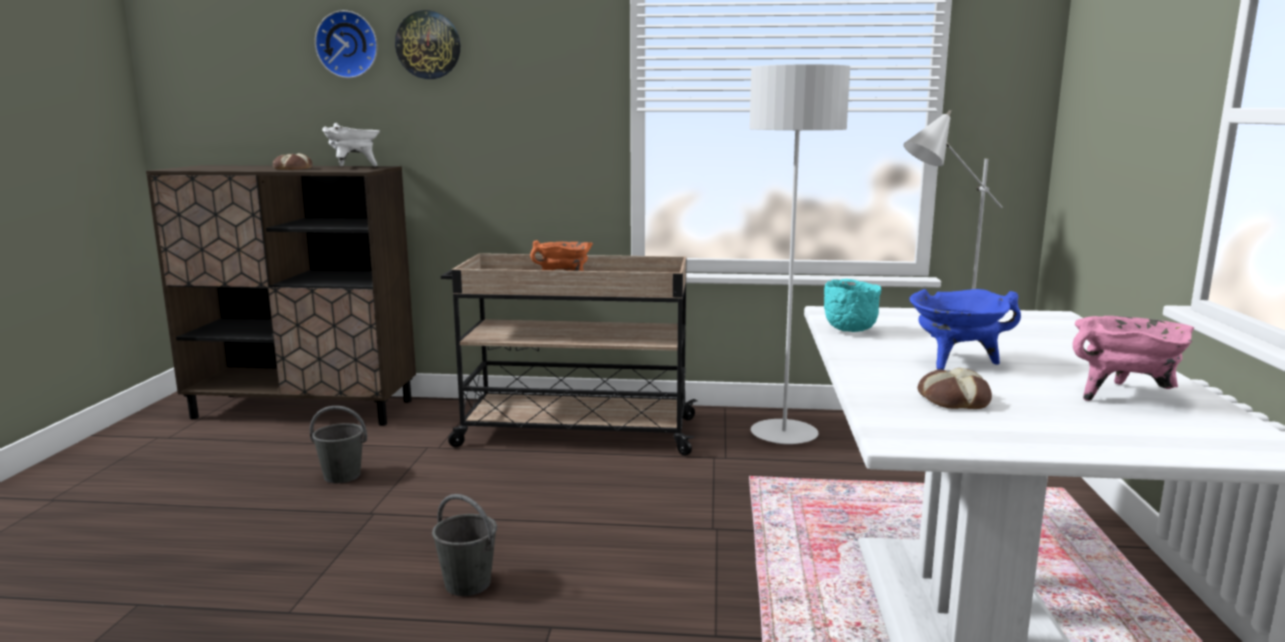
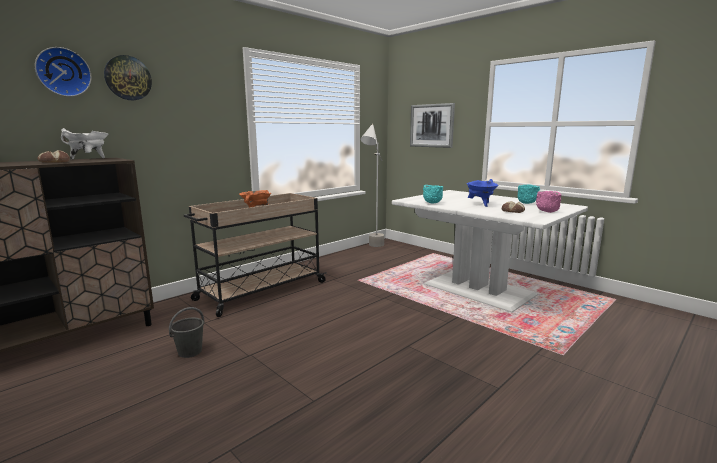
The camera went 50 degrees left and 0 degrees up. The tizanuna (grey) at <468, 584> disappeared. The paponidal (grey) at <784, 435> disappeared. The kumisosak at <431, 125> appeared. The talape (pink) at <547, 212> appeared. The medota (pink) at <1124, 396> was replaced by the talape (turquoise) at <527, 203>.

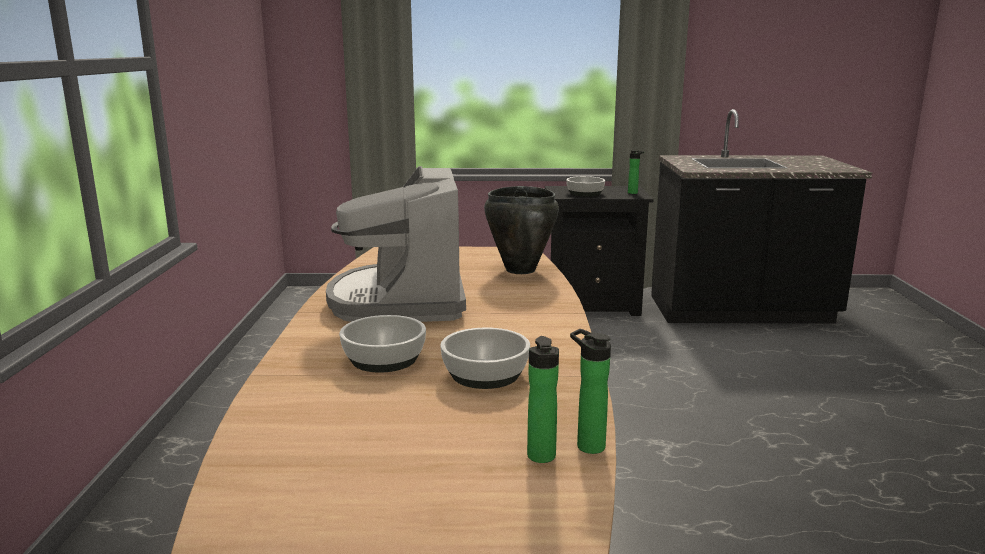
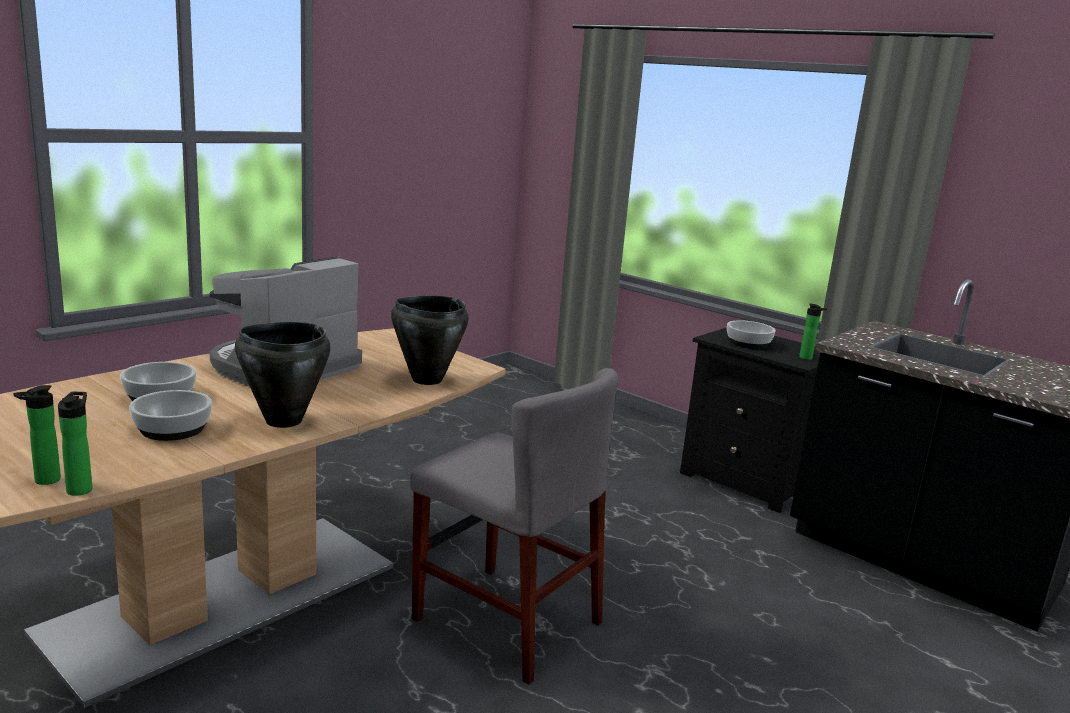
The camera went 40 degrees right and 0 degrees up. The medota (black) at <283, 421> appeared. The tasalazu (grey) at <506, 621> appeared.

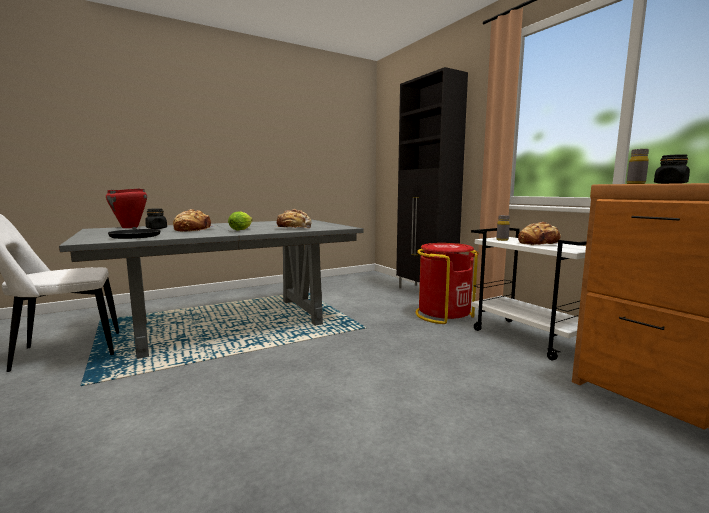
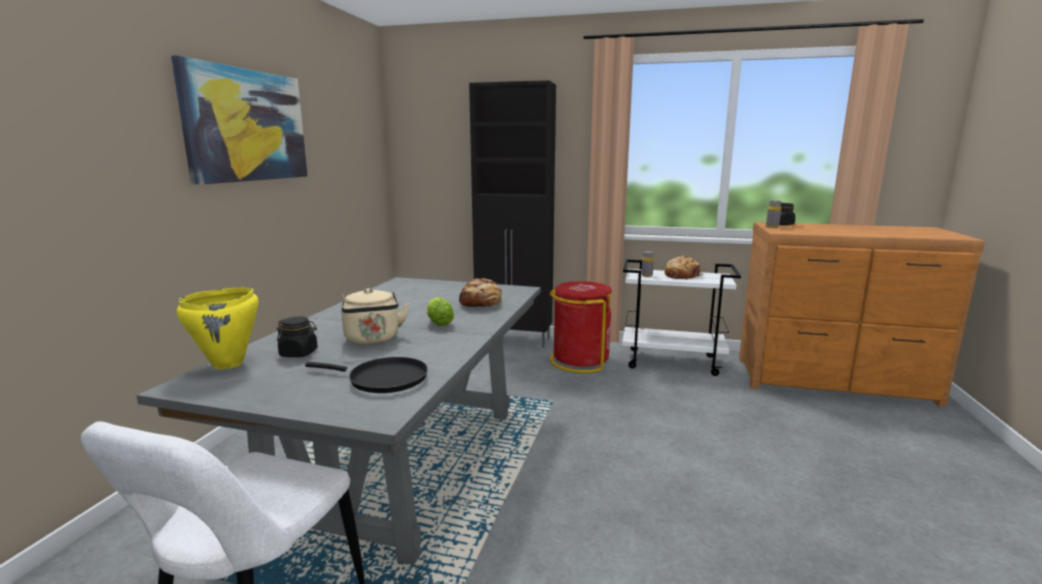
The camera went 45 degrees left and 5 degrees up. The kumisosak at <247, 125> appeared. The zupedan at <192, 229> was replaced by the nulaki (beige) at <373, 340>. The medota (red) at <130, 227> became the medota (yellow) at <228, 364>.

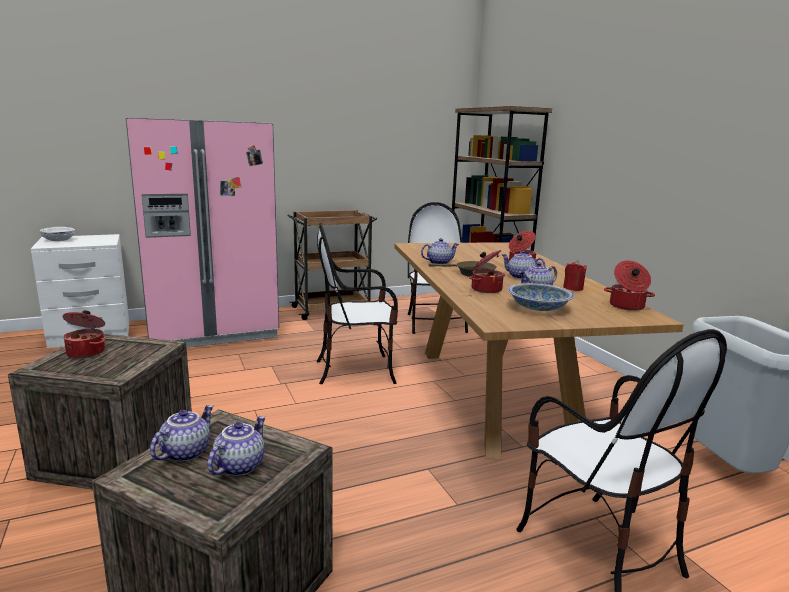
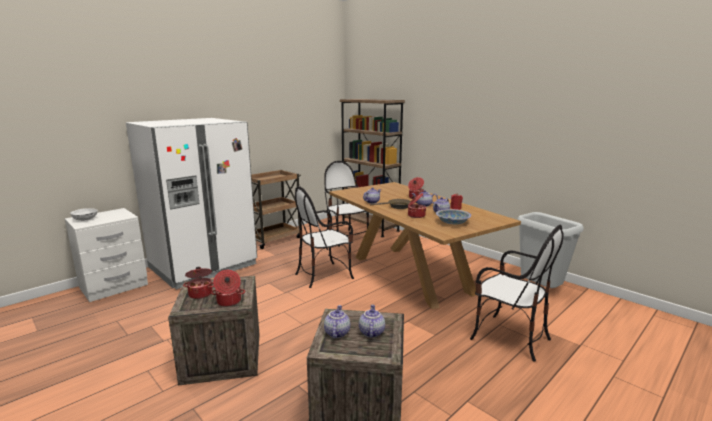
The camera went 20 degrees left and 0 degrees up. The medota moved from <626, 306> to <229, 302>. The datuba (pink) at <211, 329> became the datuba (white) at <203, 266>.

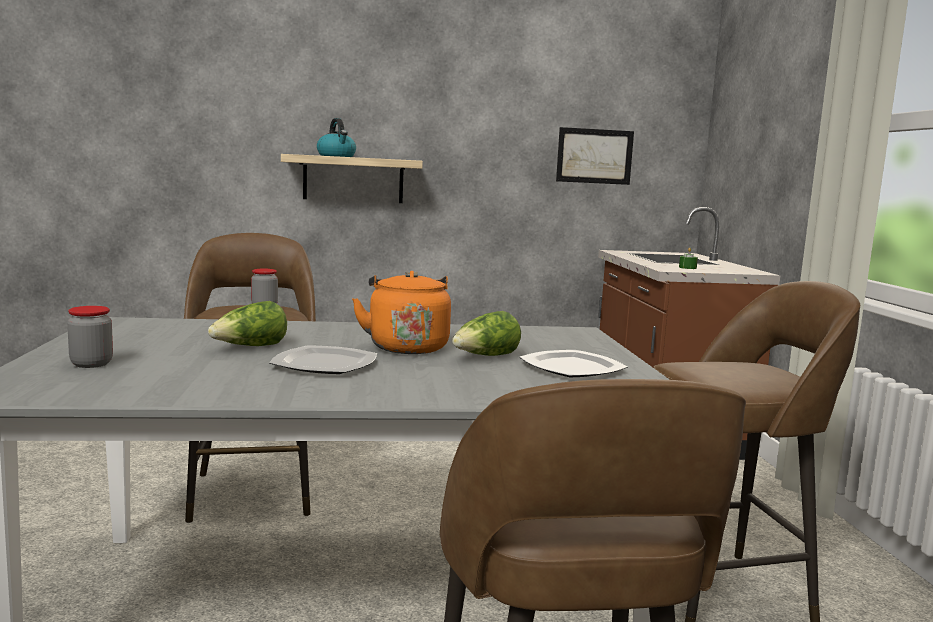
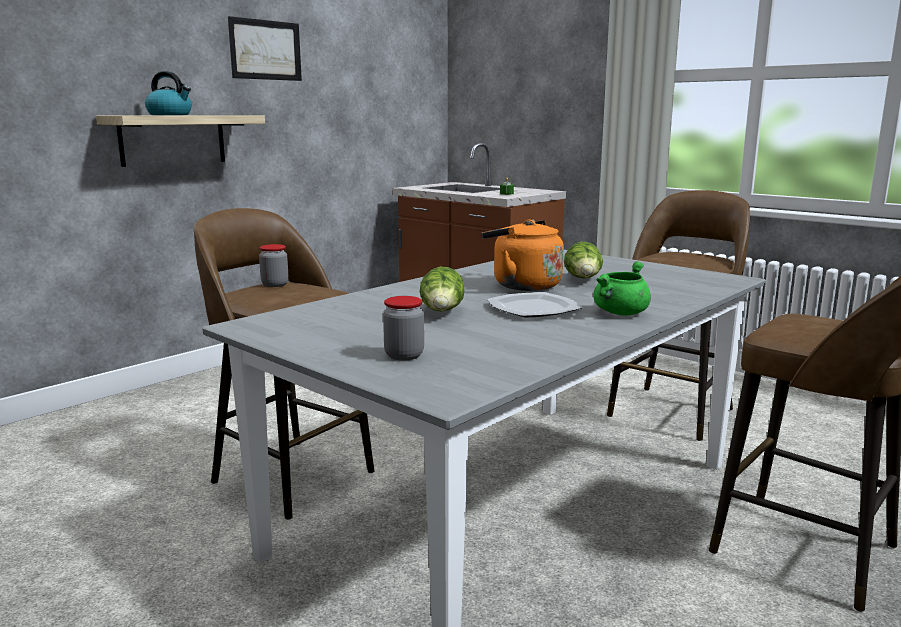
The camera went 40 degrees left and 5 degrees up. The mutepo at <571, 367> disappeared. The medota (green) at <620, 313> appeared. The kumisosak moved from <594, 156> to <265, 50>.

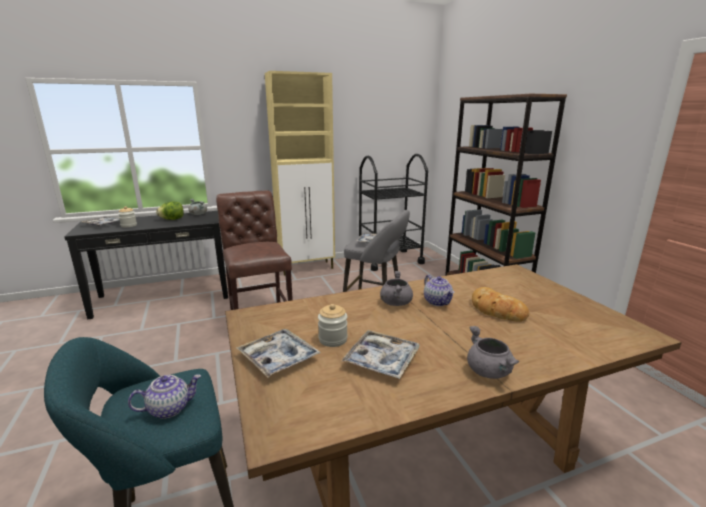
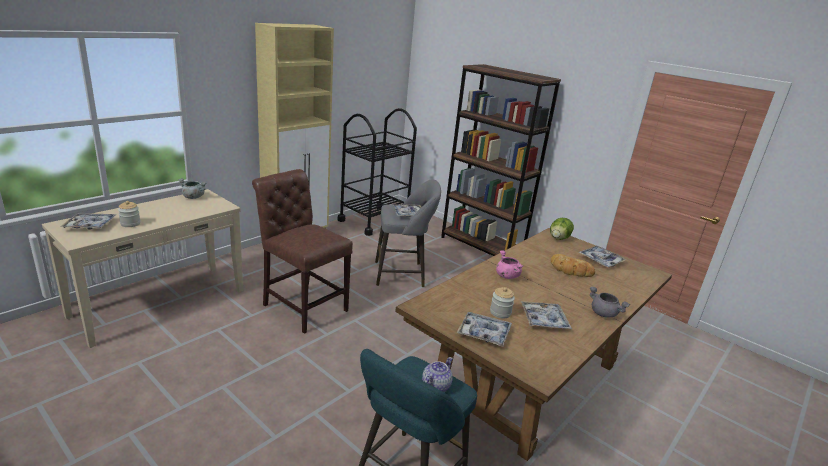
The camera went 30 degrees left and 5 degrees up. The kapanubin at <438, 302> disappeared. The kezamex at <601, 260> appeared. The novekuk moved from <172, 219> to <559, 238>. The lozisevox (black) at <163, 297> became the lozisevox (beige) at <159, 302>. The medota (grey) at <395, 302> became the medota (pink) at <506, 276>.

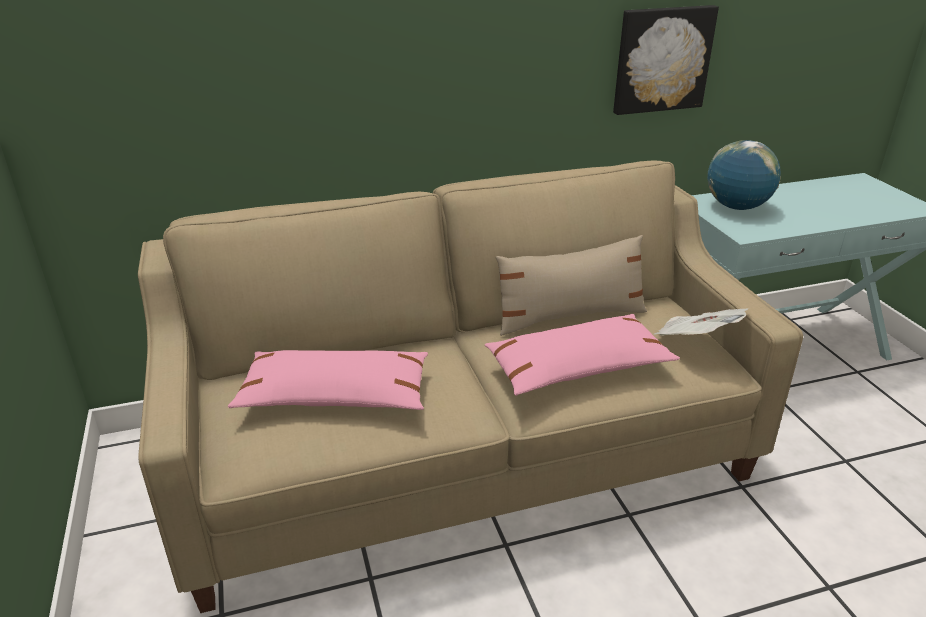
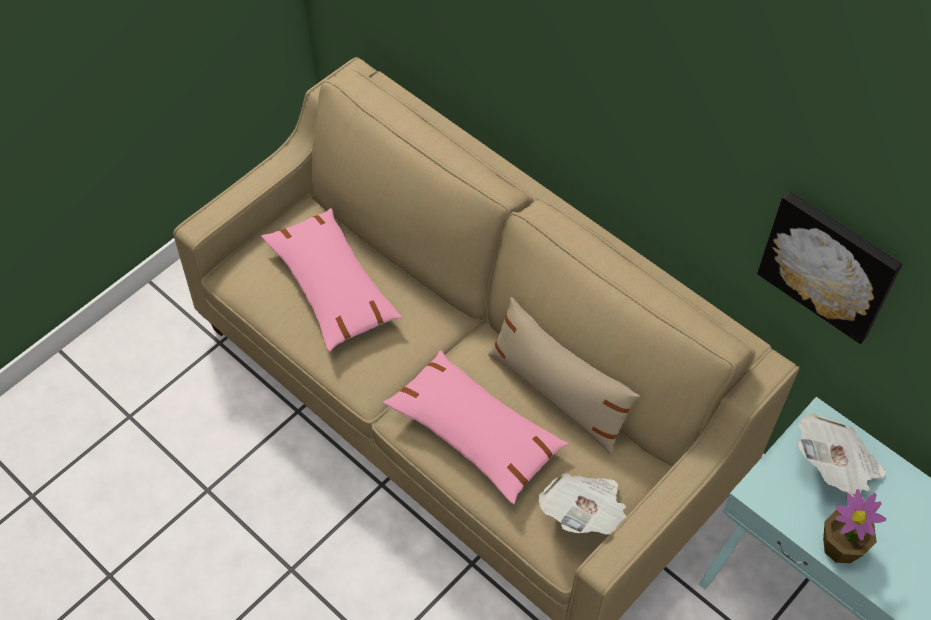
The camera went 60 degrees right and 25 degrees up. The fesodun at <841, 546> appeared. The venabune at <736, 207> was replaced by the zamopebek at <835, 466>.

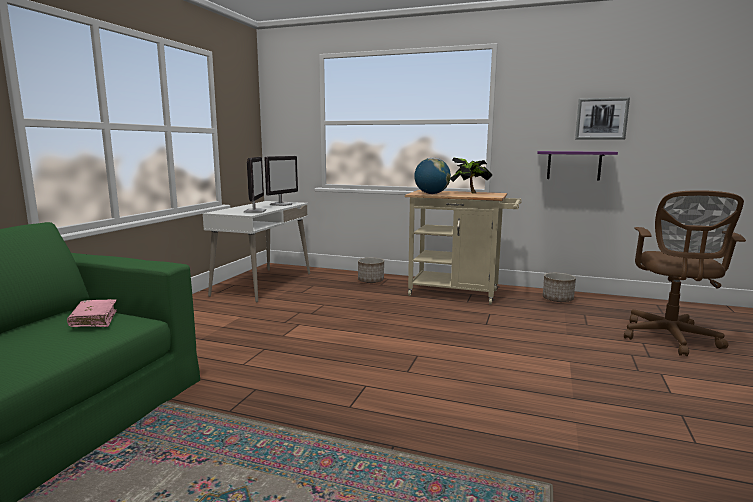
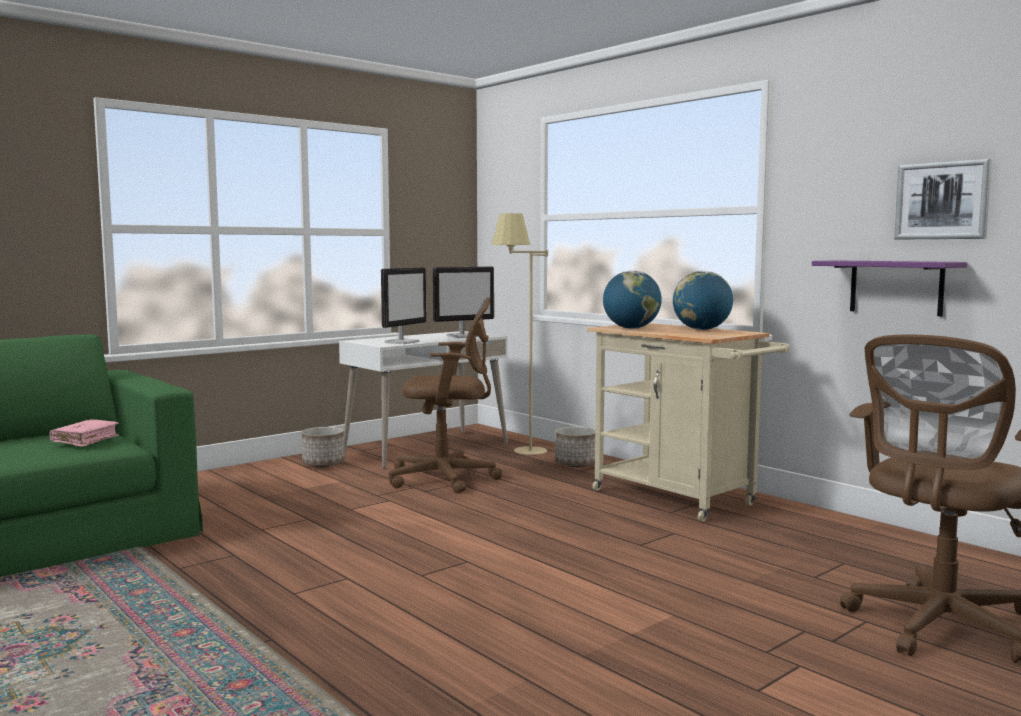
The camera went 30 degrees right and 5 degrees down. The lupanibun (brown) at <447, 478> appeared. The paponidal (beige) at <521, 453> appeared. The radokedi moved from <558, 299> to <324, 464>. The fesodun at <469, 192> was replaced by the venabune at <701, 329>.

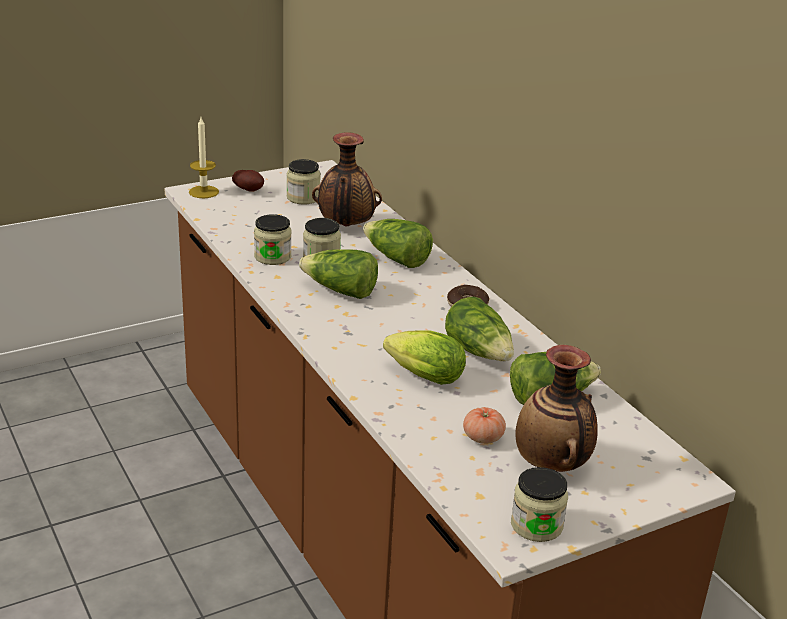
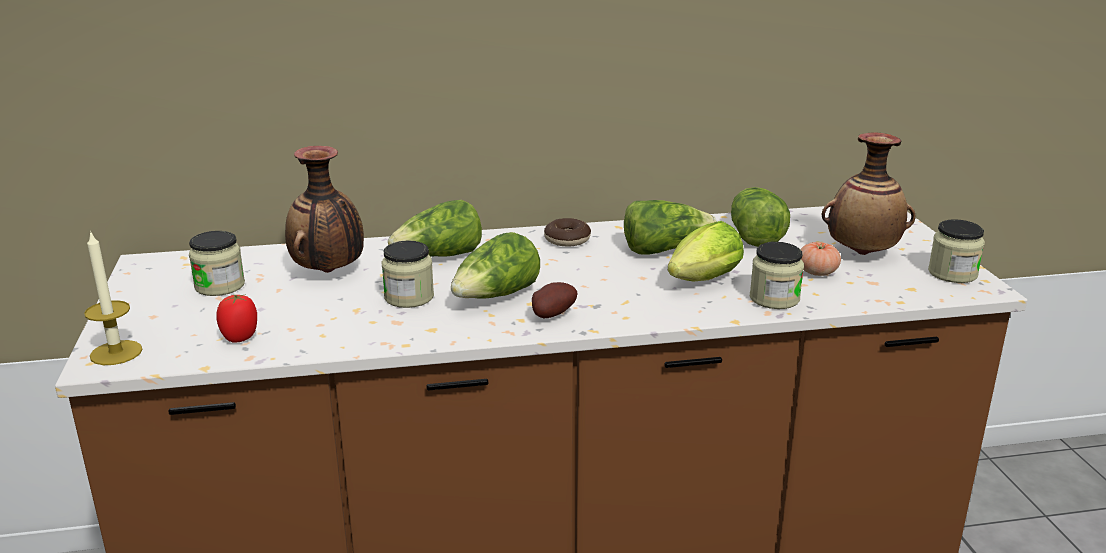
The camera went 70 degrees left and 5 degrees down. The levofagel at <240, 338> appeared. The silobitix moved from <250, 190> to <551, 315>. The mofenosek moved from <272, 256> to <774, 298>.

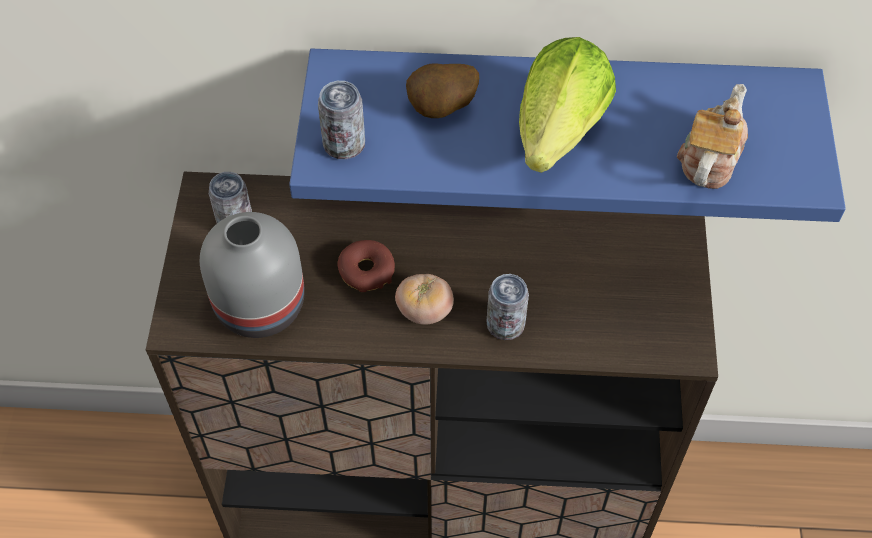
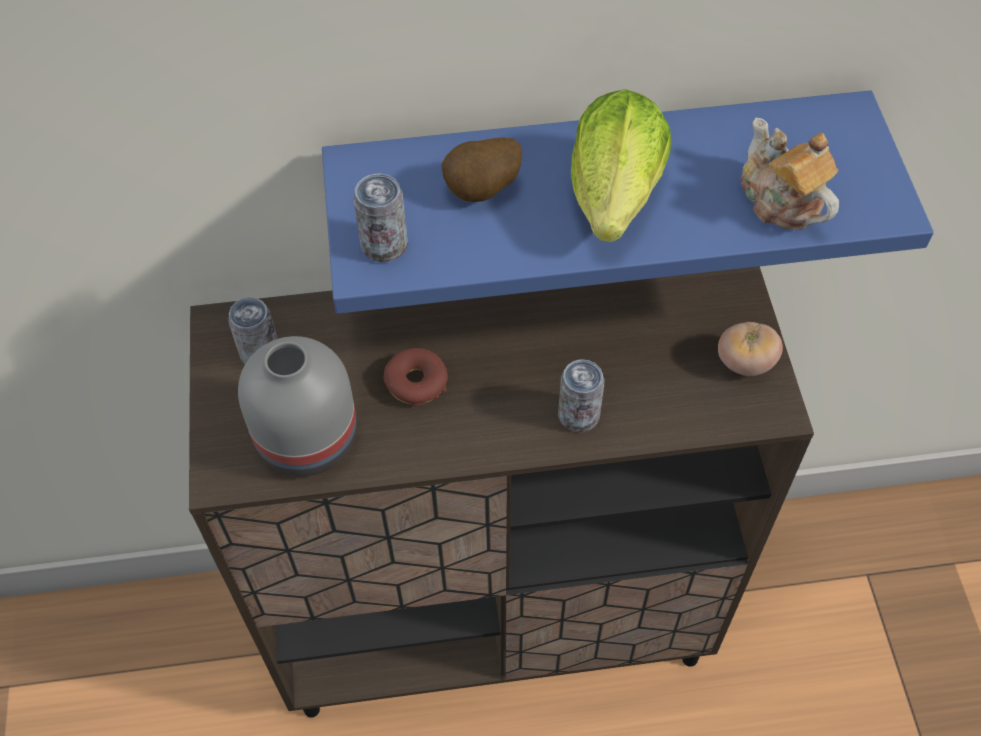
The camera went 10 degrees left and 0 degrees up. The levofagel moved from <424, 311> to <745, 362>. The kapanubin at <709, 158> turned 45 degrees counterclockwise.

